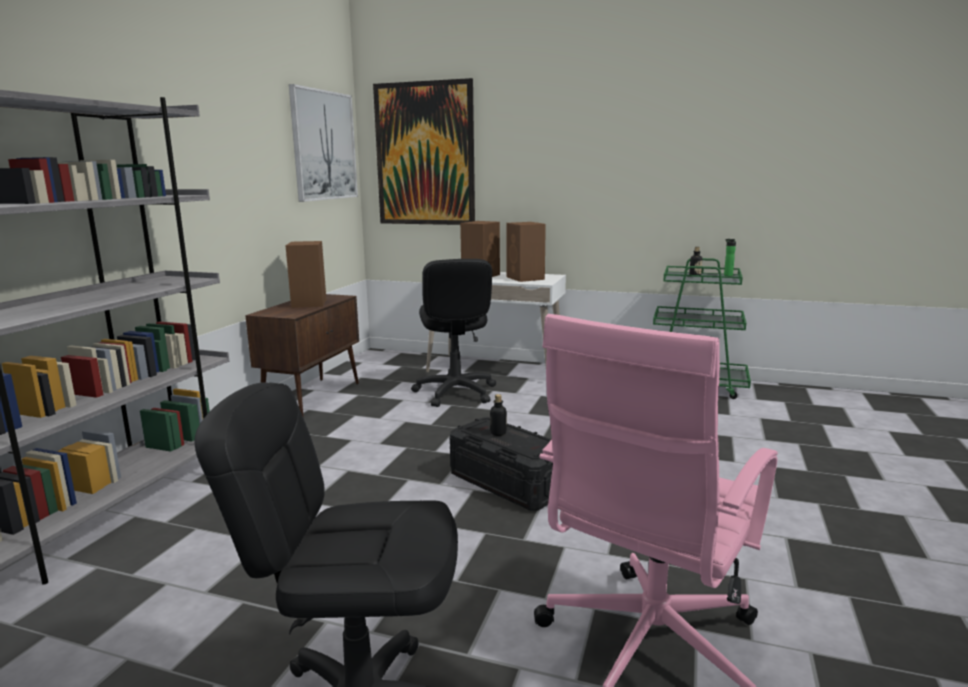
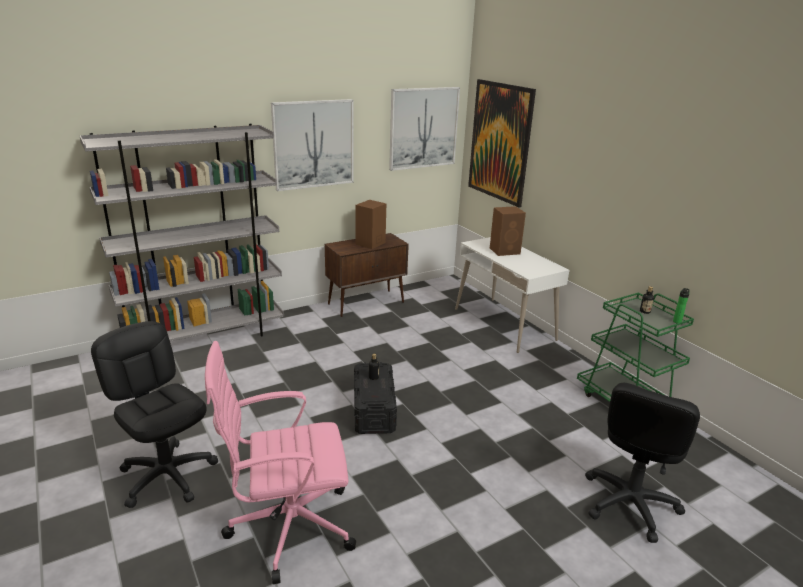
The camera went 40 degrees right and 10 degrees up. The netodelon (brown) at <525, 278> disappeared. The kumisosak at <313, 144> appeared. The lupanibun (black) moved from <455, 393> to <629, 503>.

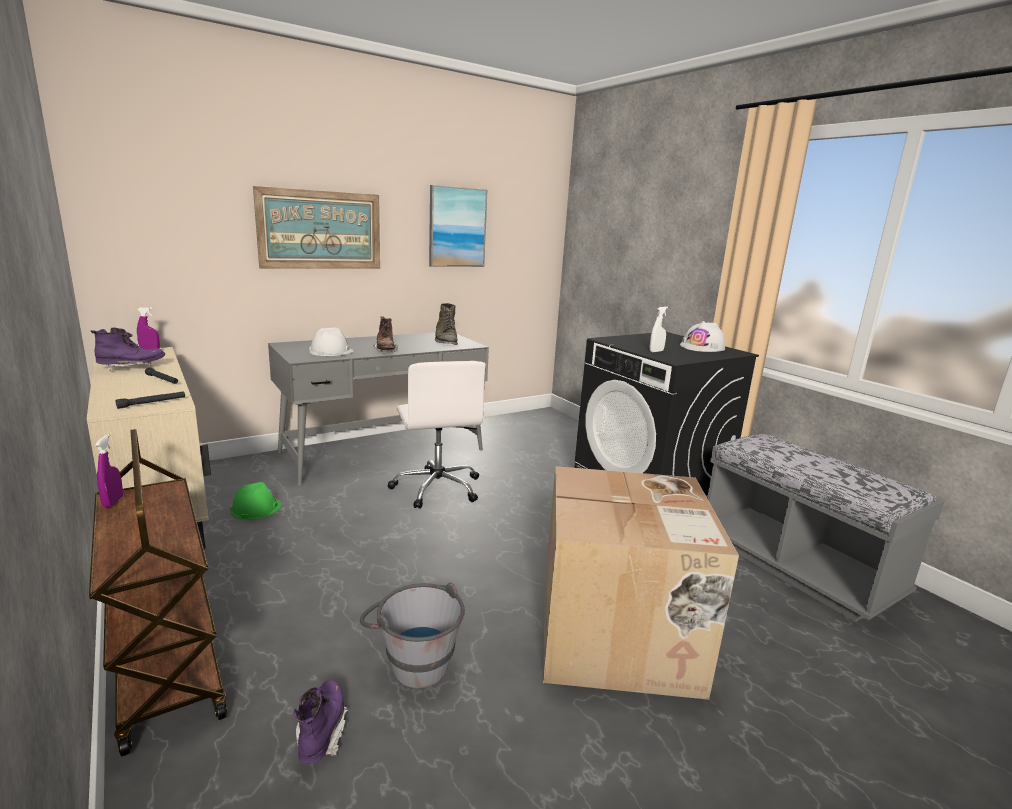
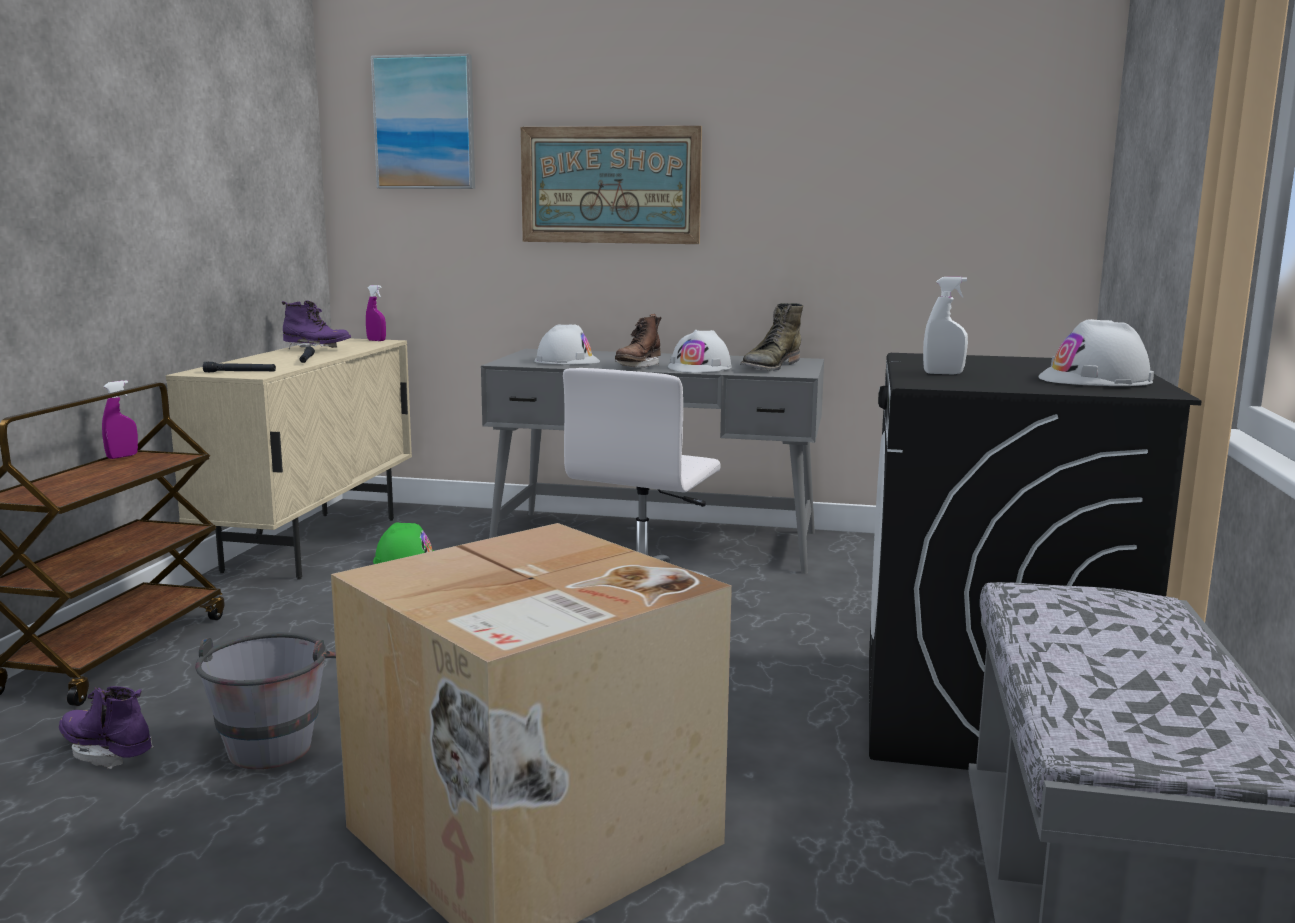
The camera went 45 degrees right and 5 degrees down. The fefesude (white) at <700, 368> appeared. The kumisosak moved from <457, 227> to <425, 123>. The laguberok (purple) at <322, 732> turned 105 degrees counterclockwise.

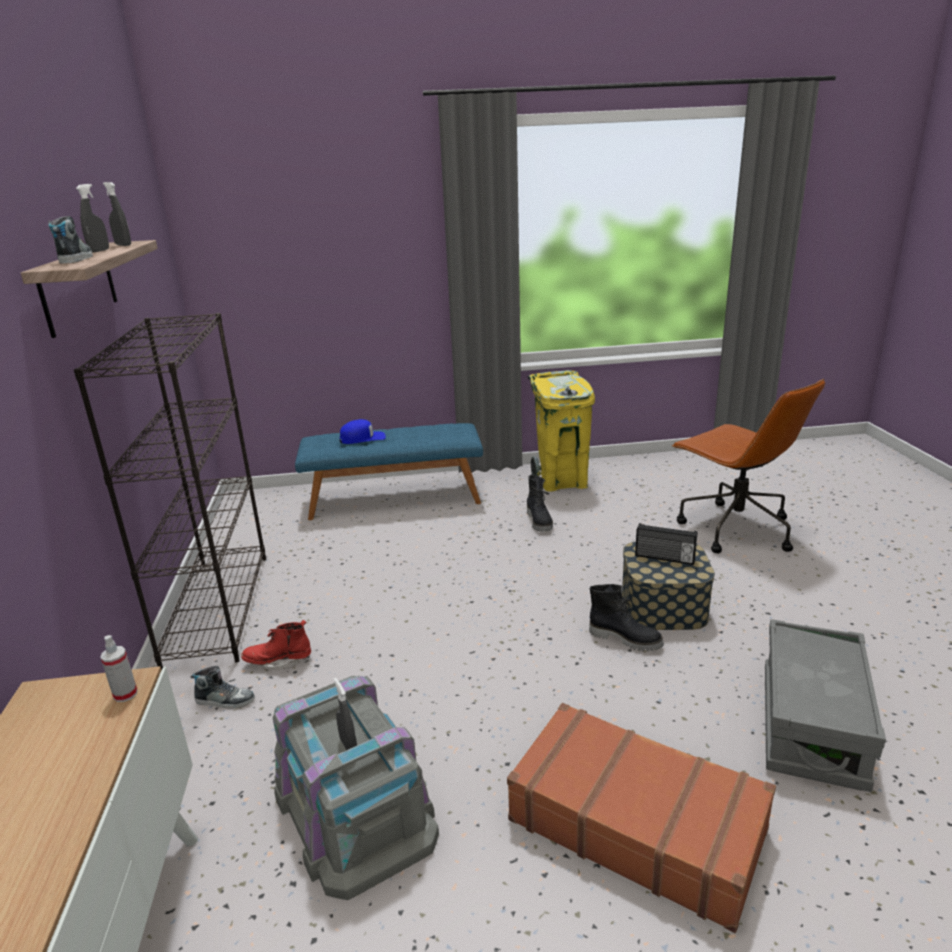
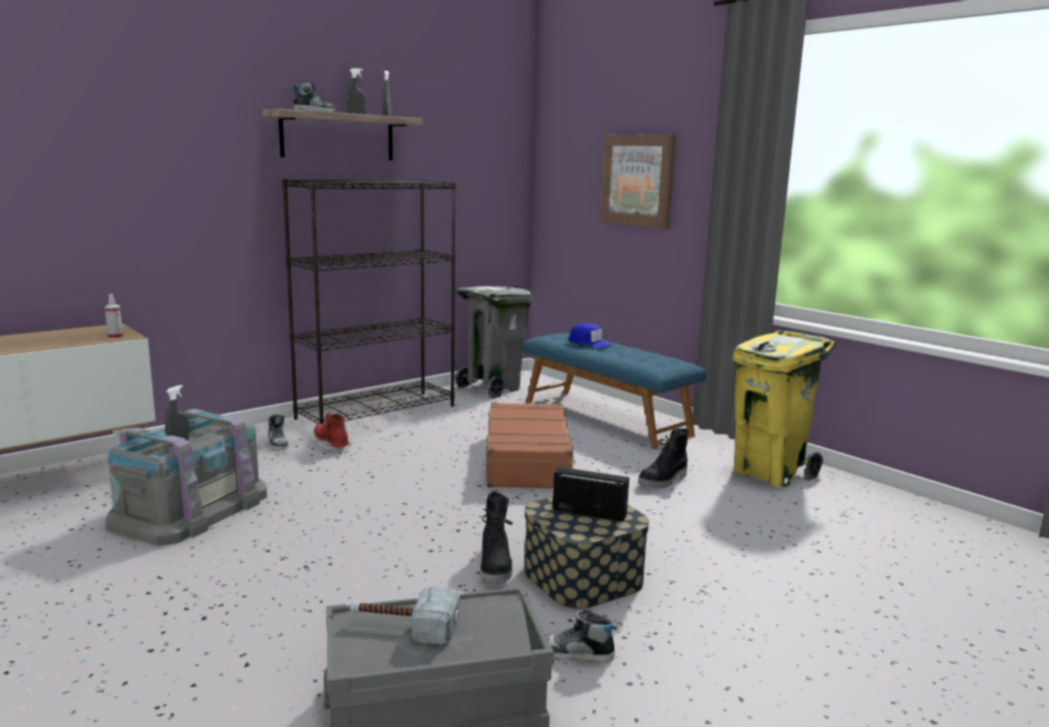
The camera went 55 degrees right and 10 degrees down. The lupanibun (brown) at <734, 529> disappeared. The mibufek at <404, 626> appeared. The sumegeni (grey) at <492, 388> appeared. The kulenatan at <574, 654> appeared. The kumisosak at <638, 180> appeared. The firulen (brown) moved from <636, 823> to <528, 460>. The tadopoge at <664, 558> turned 120 degrees clockwise.

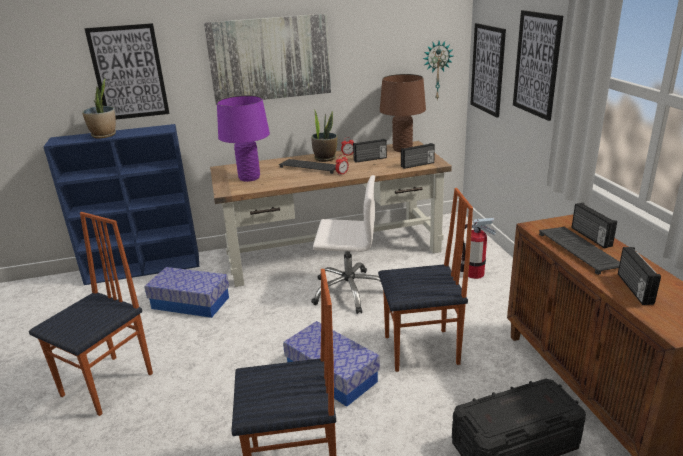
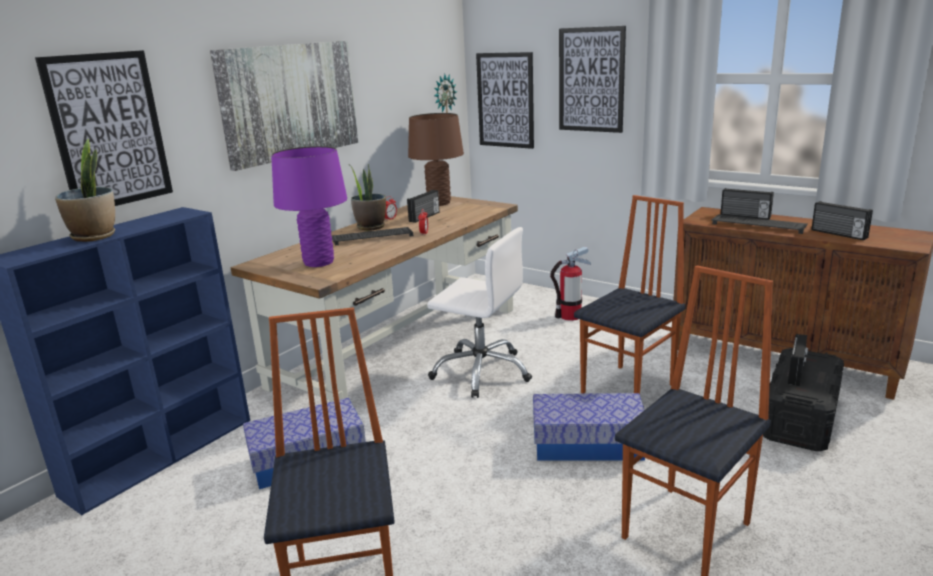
The camera went 40 degrees left and 5 degrees down. The tadopoge moved from <417, 165> to <797, 373>. The lupanibun (white) at <349, 291> turned 60 degrees clockwise.

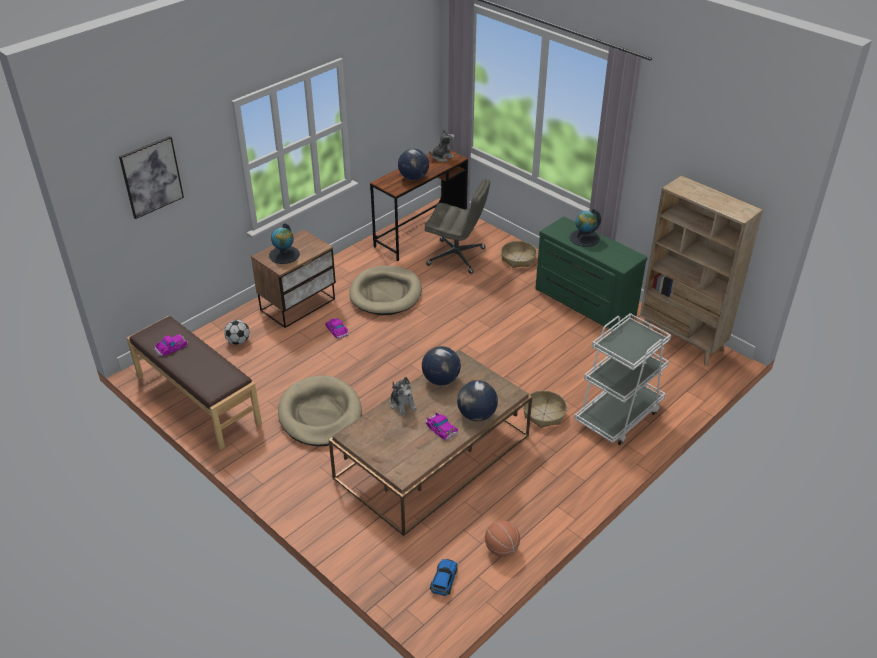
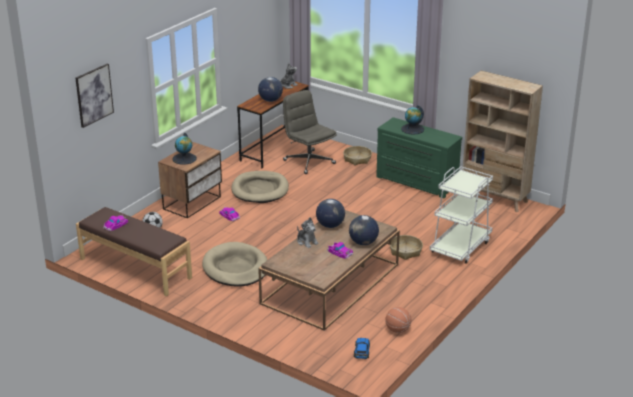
The camera went 10 degrees left and 10 degrees down. The lupanibun (grey) at <457, 257> turned 135 degrees counterclockwise.

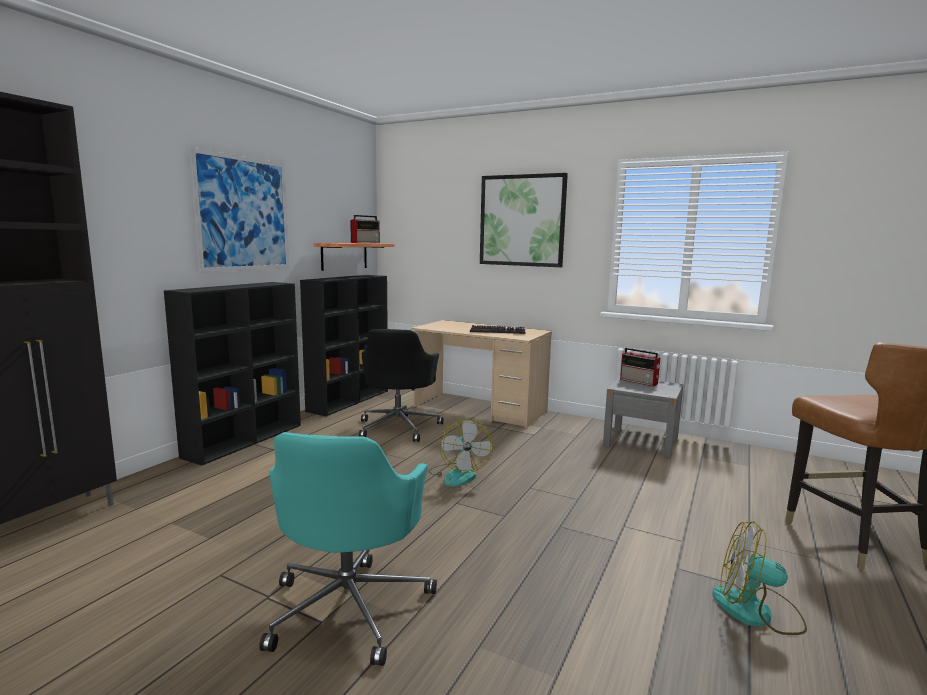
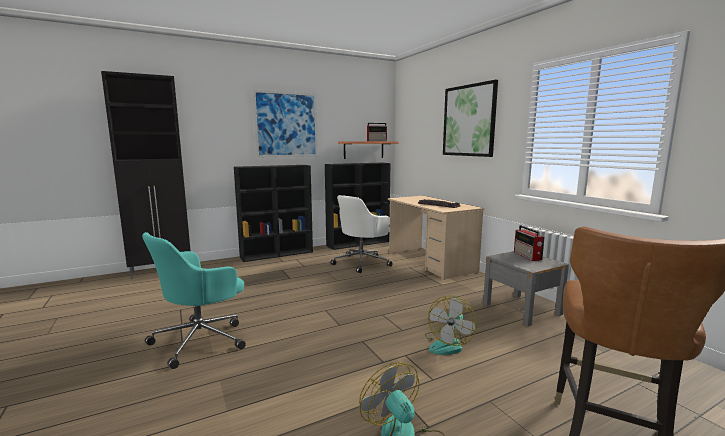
The camera went 35 degrees right and 0 degrees up. The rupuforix moved from <458, 474> to <448, 344>. The lupanibun (black) at <399, 427> became the lupanibun (white) at <362, 263>.

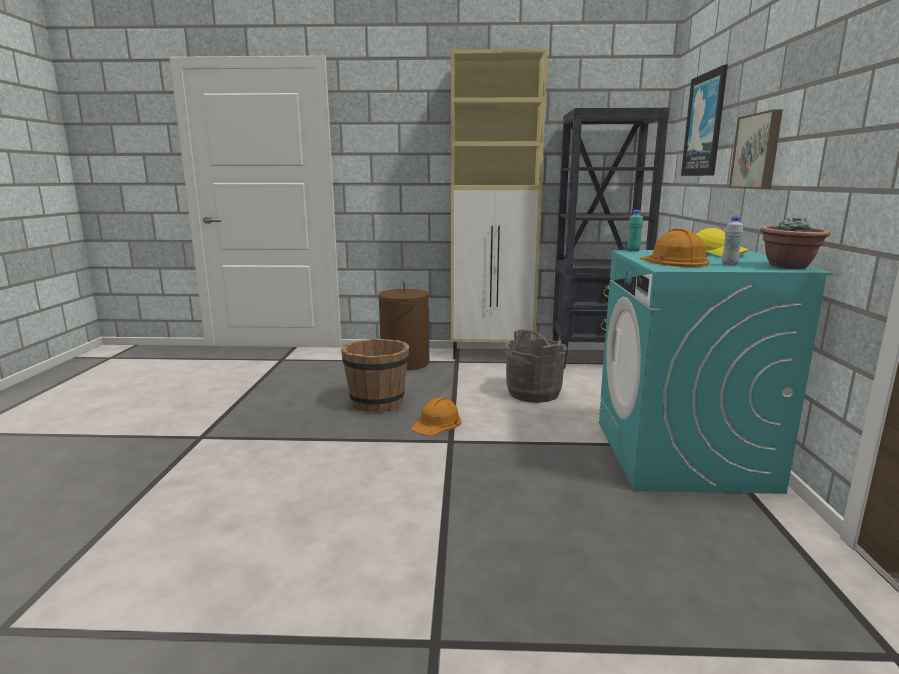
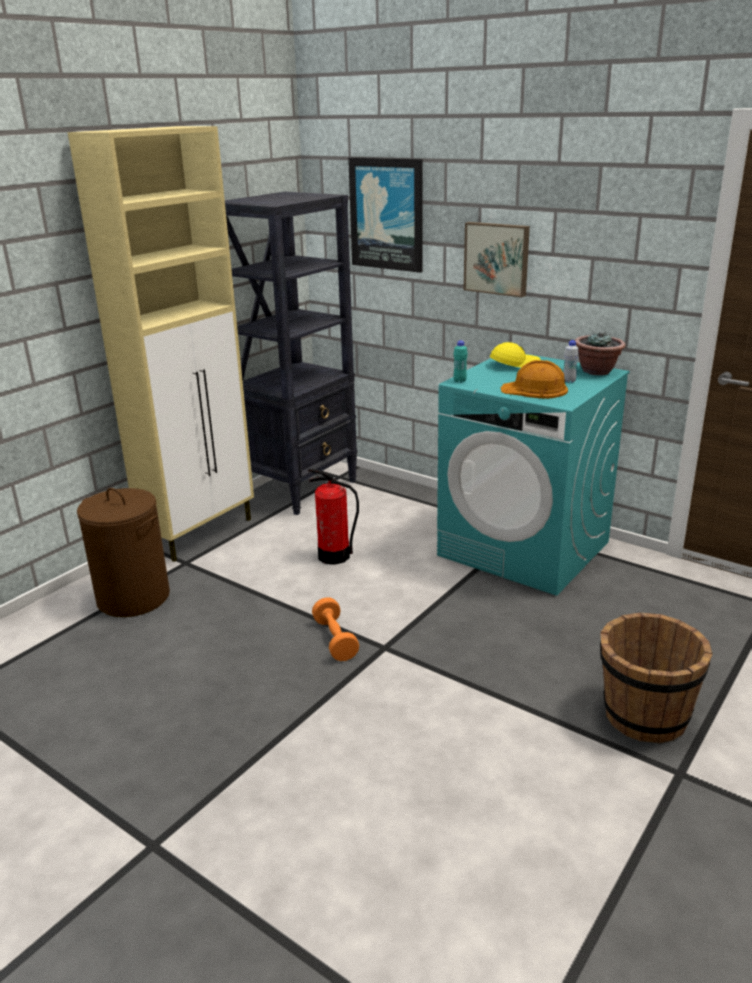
The camera went 55 degrees left and 10 degrees up. The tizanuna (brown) moved from <377, 402> to <644, 715>. The fefesude (orange) at <437, 423> was replaced by the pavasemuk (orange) at <335, 640>. The tizanuna (grey) at <533, 393> was replaced by the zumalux at <334, 556>.

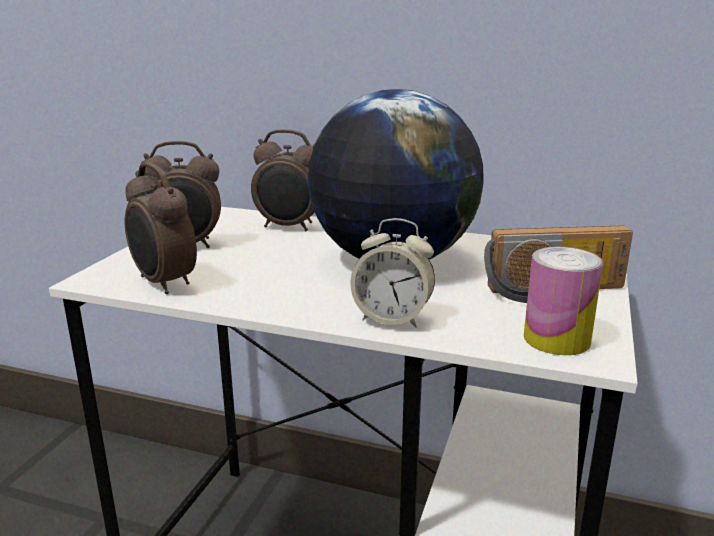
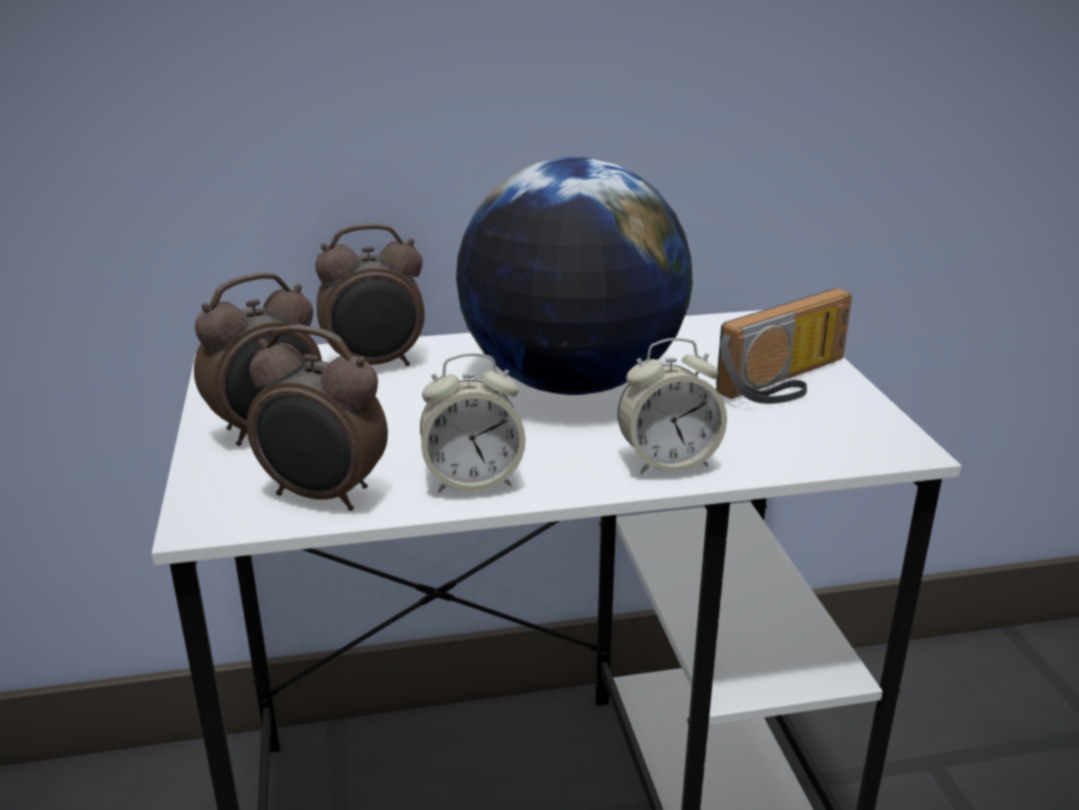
The camera went 30 degrees left and 5 degrees up. The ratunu at <556, 339> disappeared. The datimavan at <472, 480> appeared.

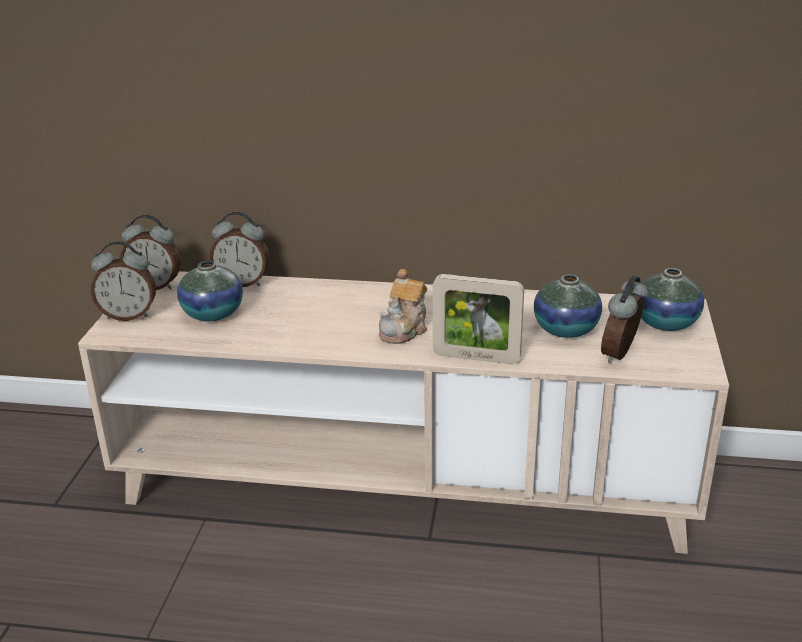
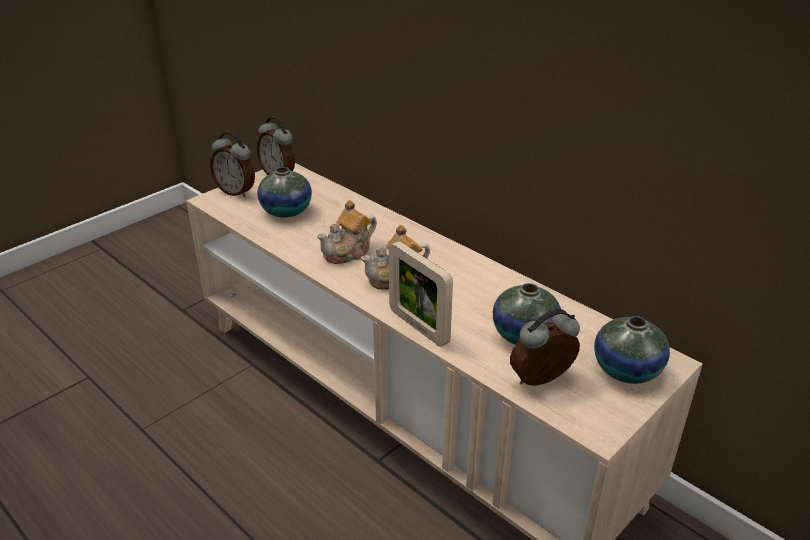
The camera went 35 degrees right and 5 degrees up. The datimavan at <243, 283> disappeared. The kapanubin at <349, 252> appeared.

